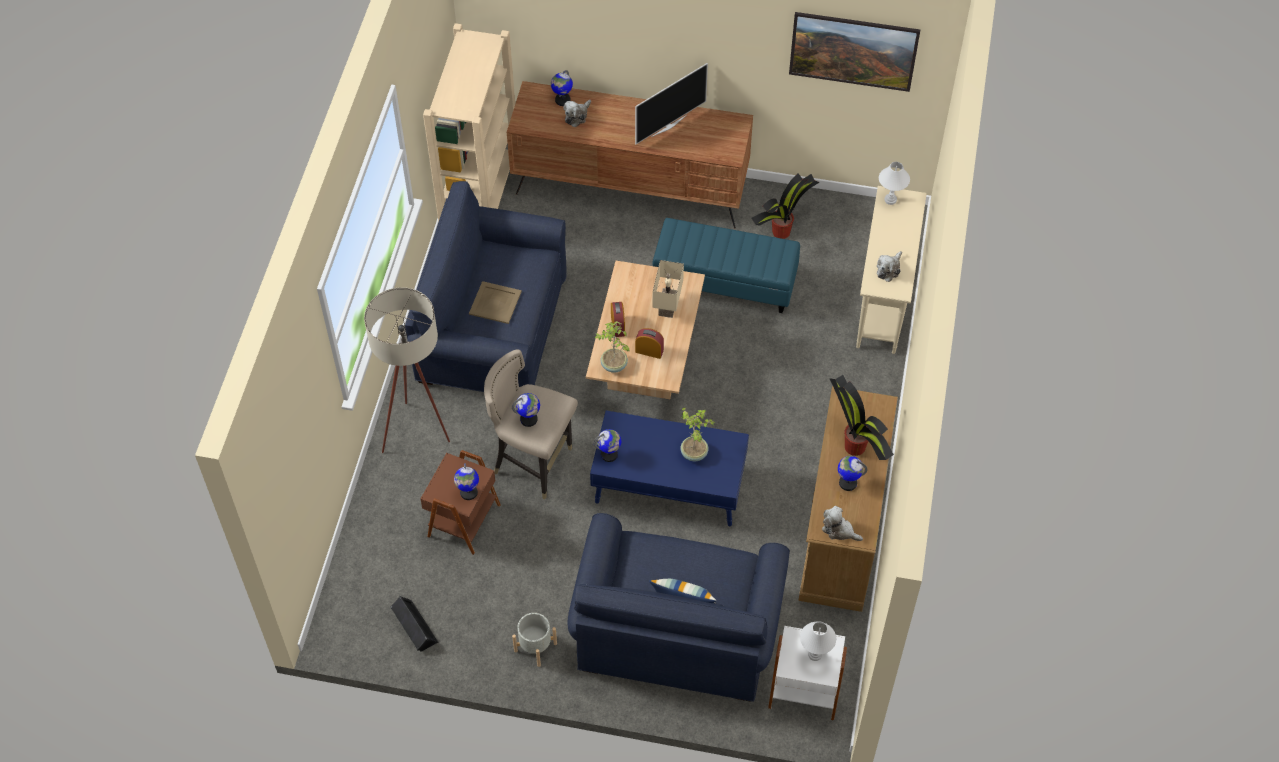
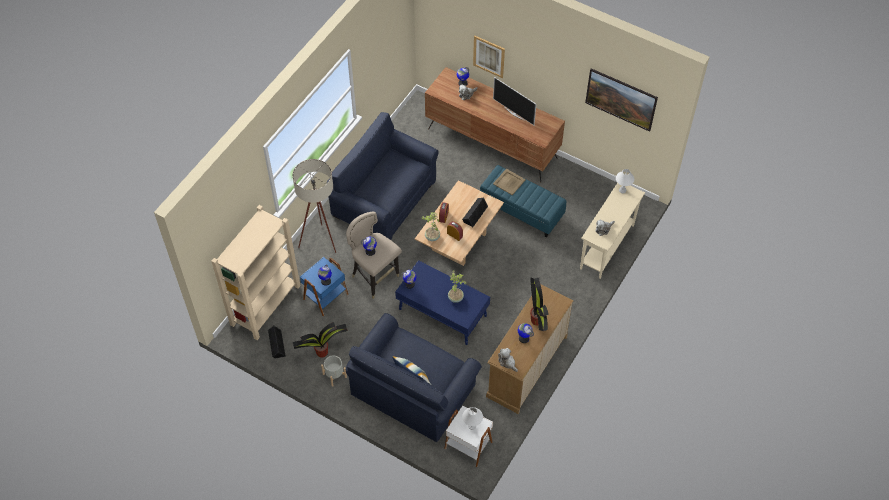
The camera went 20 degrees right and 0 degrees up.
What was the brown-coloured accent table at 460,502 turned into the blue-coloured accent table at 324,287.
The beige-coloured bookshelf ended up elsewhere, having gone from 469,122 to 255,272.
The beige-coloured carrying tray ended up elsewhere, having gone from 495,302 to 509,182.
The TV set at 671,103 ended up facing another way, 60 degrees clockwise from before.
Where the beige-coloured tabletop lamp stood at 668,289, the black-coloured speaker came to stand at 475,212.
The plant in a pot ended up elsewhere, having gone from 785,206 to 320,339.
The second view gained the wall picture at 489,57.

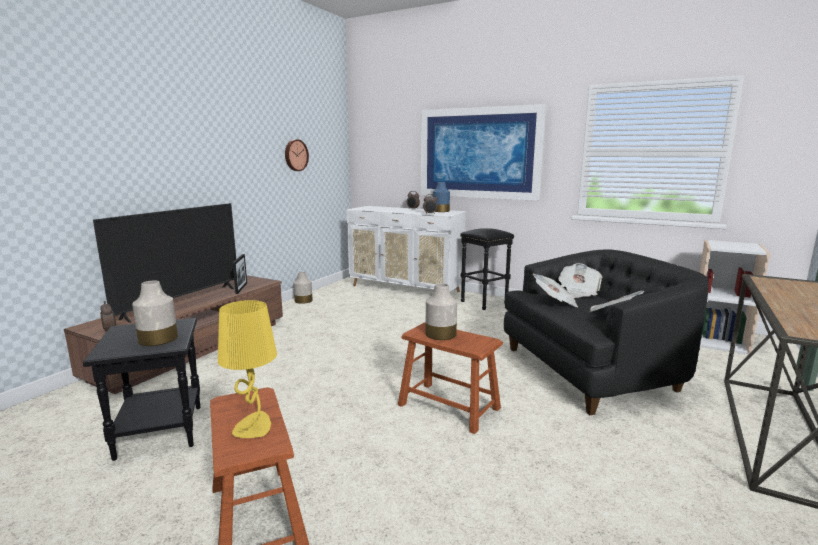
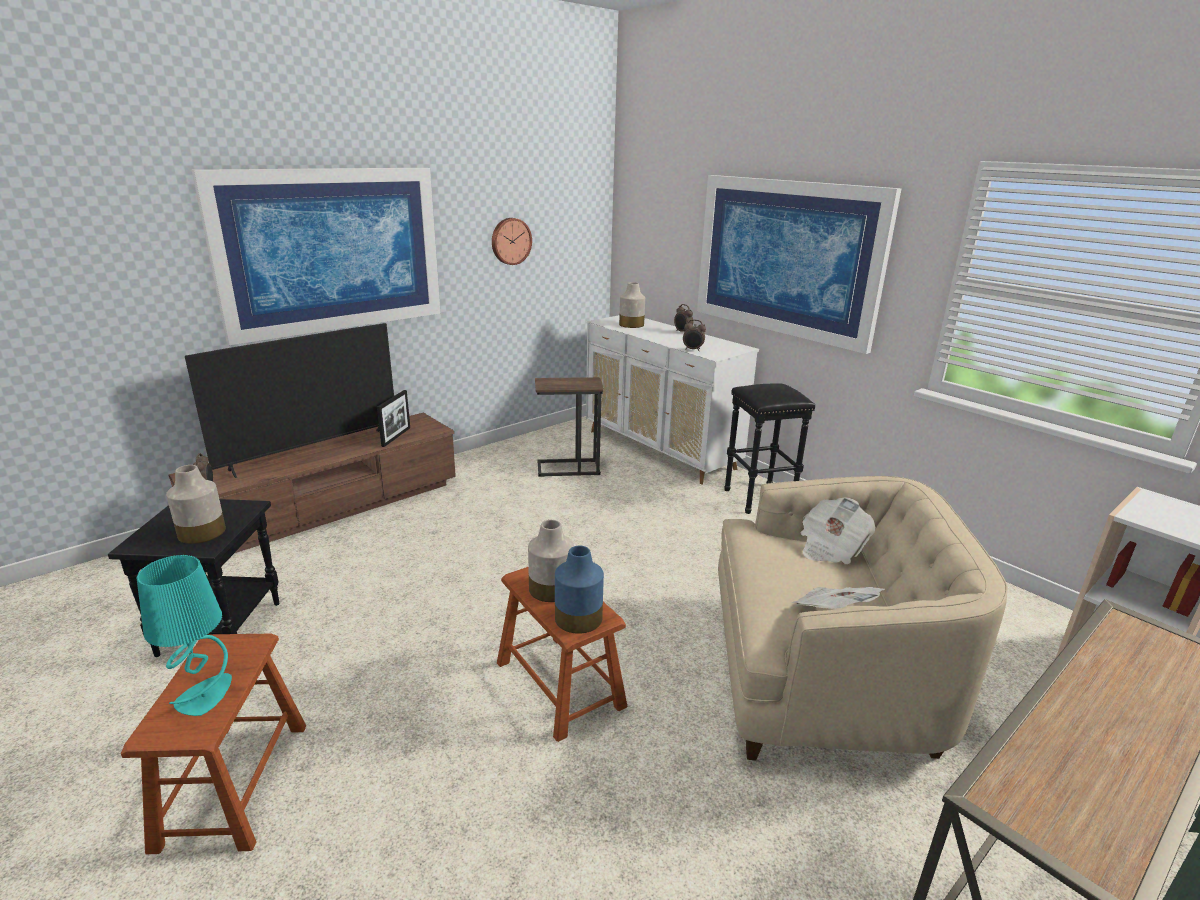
The camera went 20 degrees right and 10 degrees up.
What was the yellowish tabletop lamp at 247,369 turned into the blue-green tabletop lamp at 184,635.
The beige-coloured vase ended up elsewhere, having gone from 303,288 to 632,305.
The blue-coloured vase ended up elsewhere, having gone from 441,197 to 579,590.
What was the black-coloured armchair at 606,332 turned into the beige-coloured armchair at 863,618.
The second view lost the printed paper at 555,290.
The second view gained the wall picture at 316,256.
The second view gained the brown-coloured accent table at 569,427.

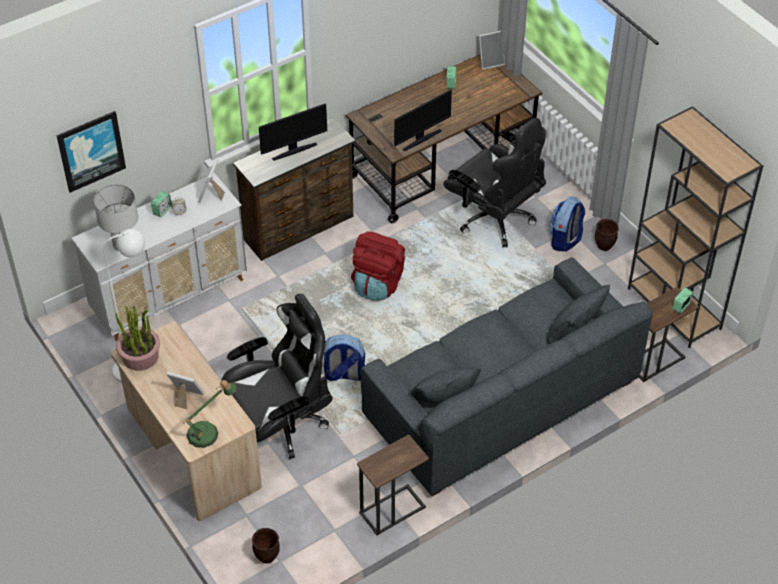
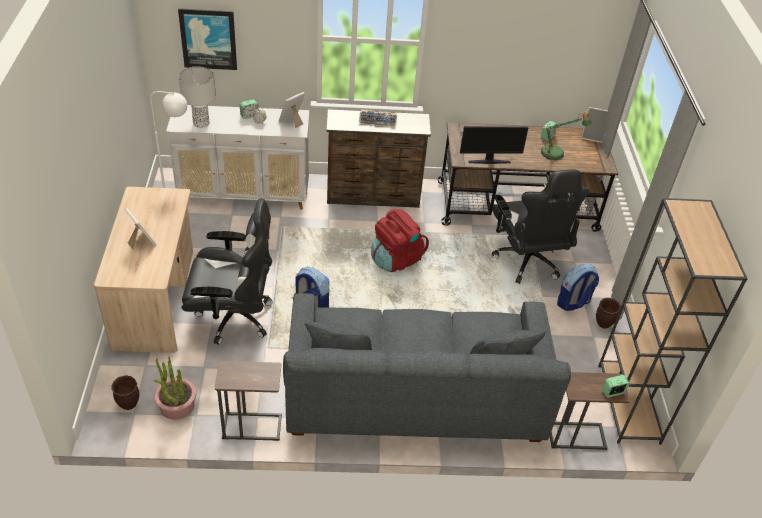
The camera went 30 degrees right and 5 degrees down.
The plant in a pot ended up elsewhere, having gone from 138,338 to 175,388.
The tabletop lamp ended up elsewhere, having gone from 210,414 to 566,135.
Where the computer screen stood at 293,132, the keyboard came to stand at 378,118.

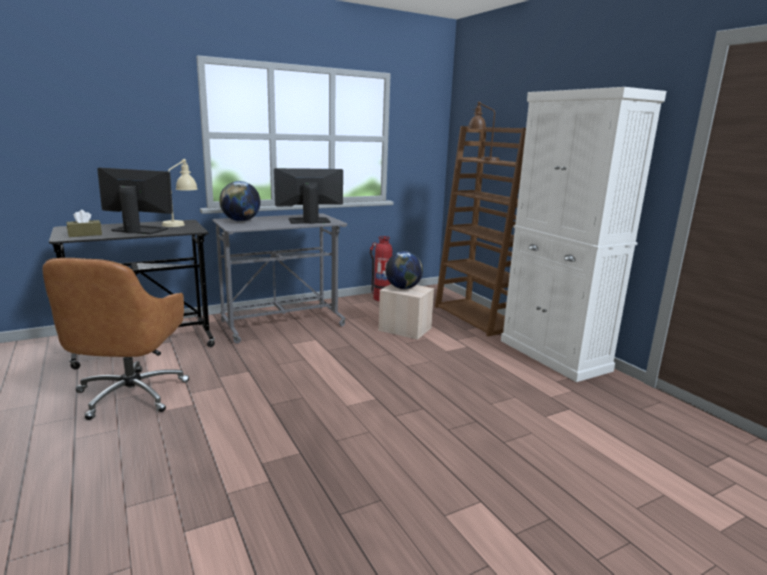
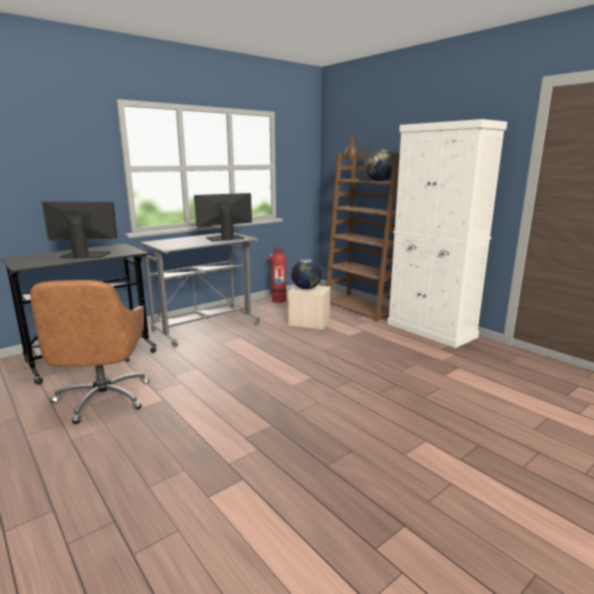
The camera went 10 degrees left and 0 degrees up.
The second view lost the brown-coloured box of tissues at 84,223.
The second view lost the beige-coloured tabletop lamp at 179,193.
The world globe ended up elsewhere, having gone from 240,201 to 379,165.

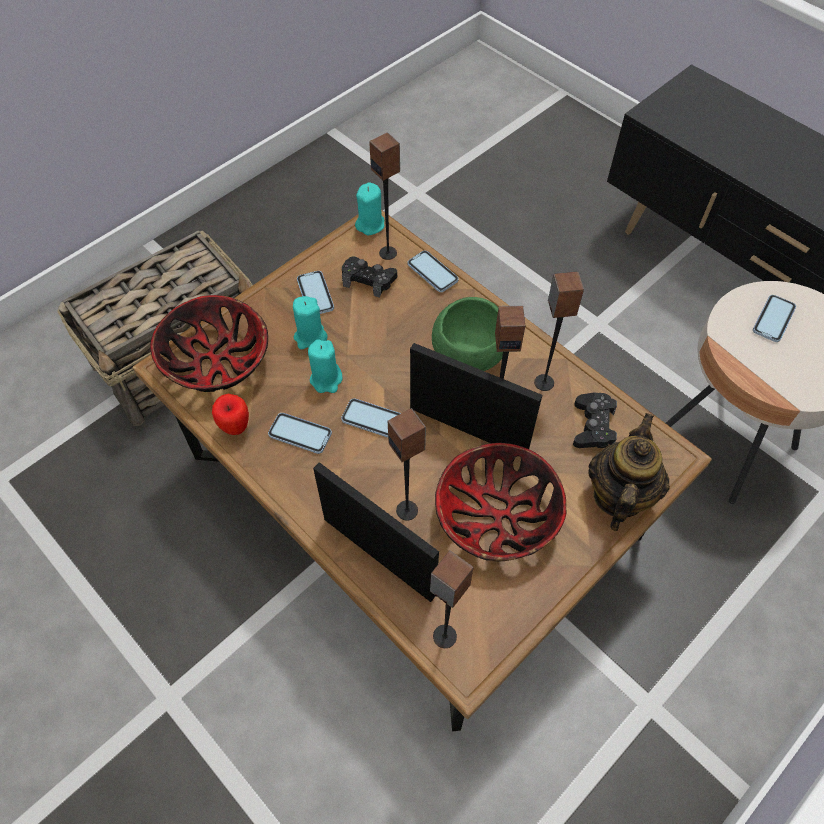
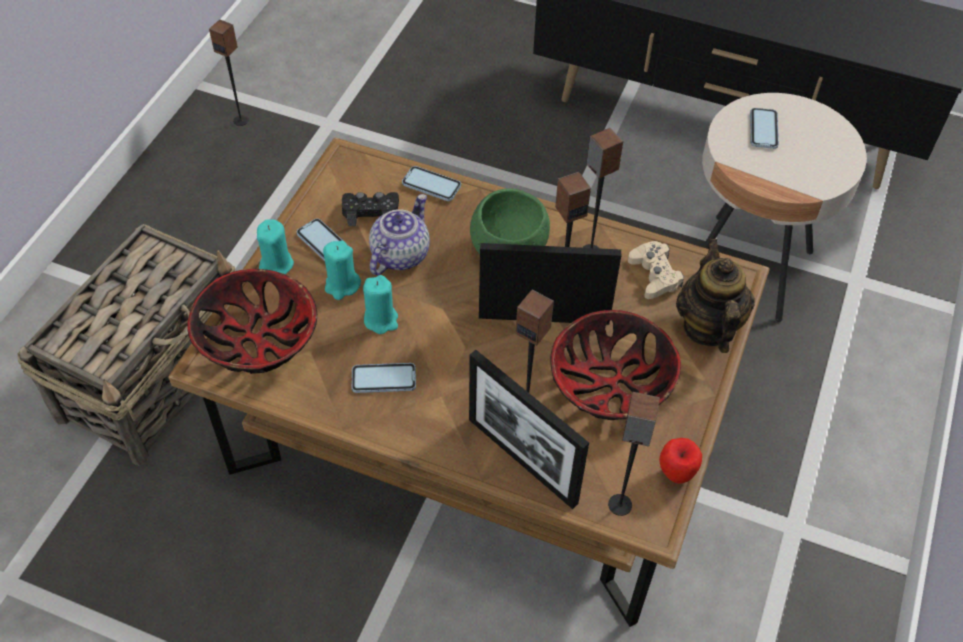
The camera went 25 degrees left and 5 degrees down.
The whole apple ended up elsewhere, having gone from 230,414 to 680,461.
The photo frame at 376,532 ended up facing another way, 150 degrees counterclockwise from before.
The second view lost the telephone at 371,418.
The blue-green wax candle ended up elsewhere, having gone from 370,208 to 275,246.
The speaker ended up elsewhere, having gone from 384,196 to 228,73.
What was the black-coloured joypad at 595,420 turned into the beige-coloured joypad at 656,270.
The second view gained the teapot at 399,234.

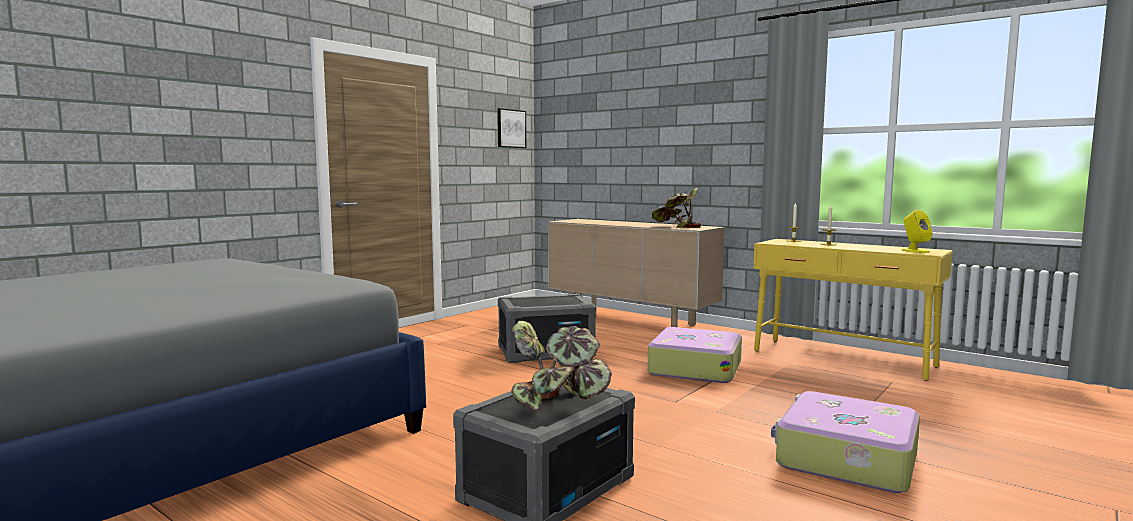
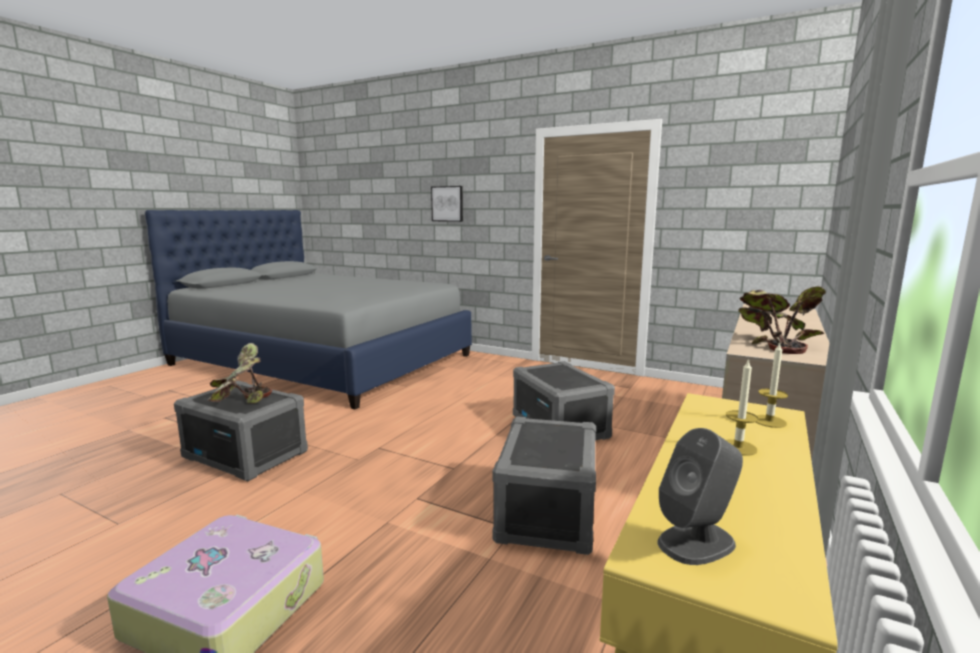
The camera went 80 degrees right and 5 degrees up.
The wall picture ended up elsewhere, having gone from 511,128 to 447,204.
Where the piece of luggage stood at 695,355, the gray storage bin came to stand at 544,485.
What was the yellowish speaker at 917,231 turned into the gray speaker at 700,496.

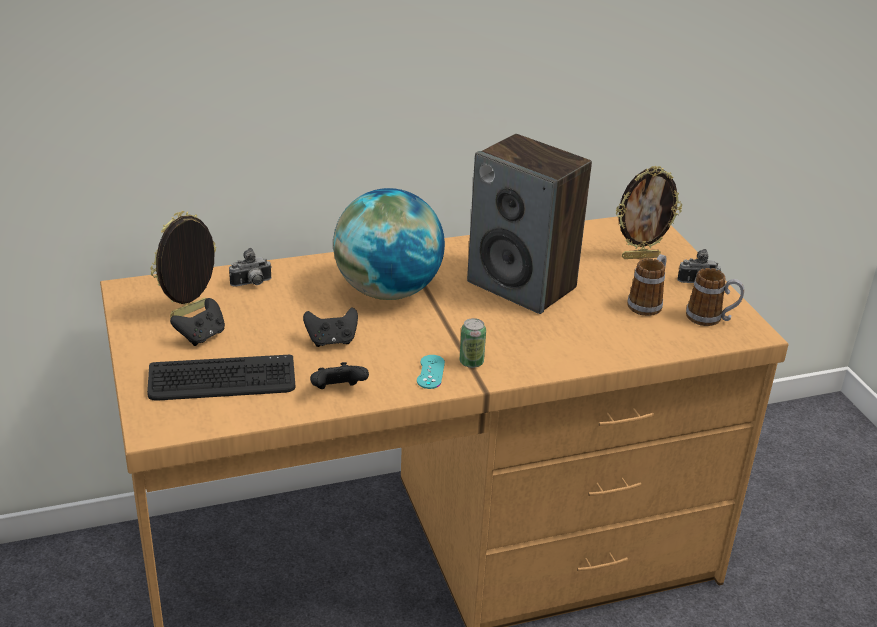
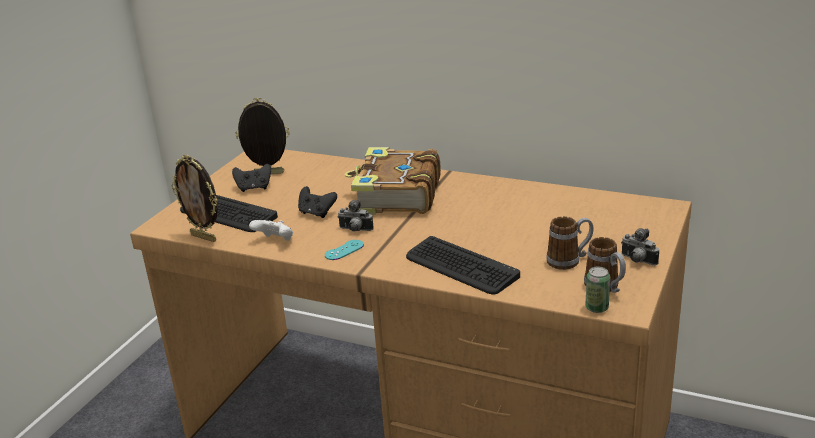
The camera went 45 degrees right and 5 degrees down.
The photo camera ended up elsewhere, having gone from 250,267 to 356,216.
What was the black-coloured joypad at 339,375 turned into the white joypad at 271,230.
Where the world globe stood at 389,244, the volume came to stand at 393,181.
The sealed can ended up elsewhere, having gone from 473,343 to 597,290.
The second view lost the speaker at 529,224.
The photo frame ended up elsewhere, having gone from 649,212 to 194,198.
The second view gained the keyboard at 463,265.

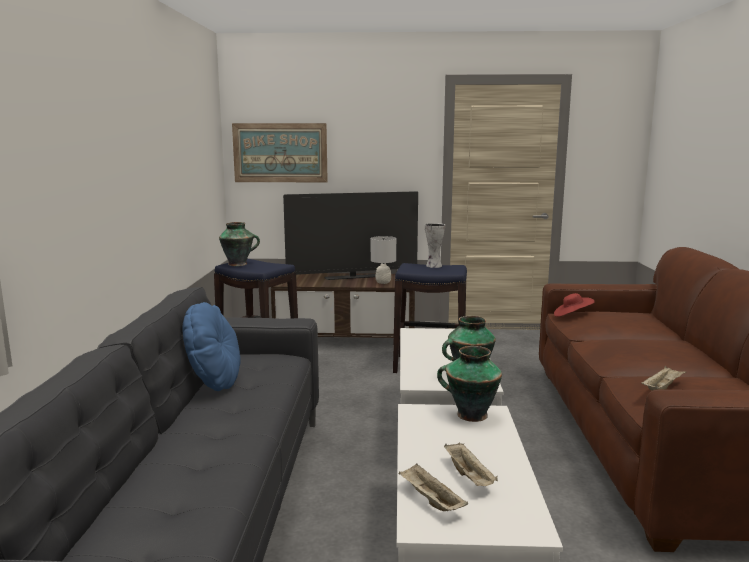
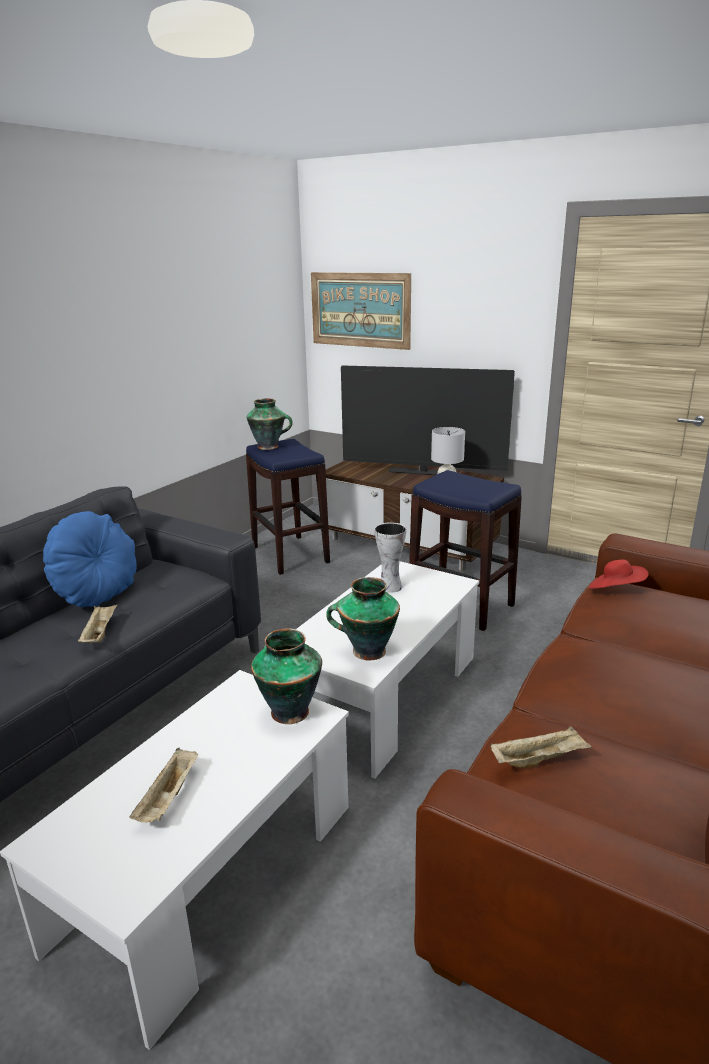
The camera went 30 degrees right and 10 degrees up.
The beige-coloured carrying tray ended up elsewhere, having gone from 433,487 to 97,624.
The vase ended up elsewhere, having gone from 435,245 to 390,557.

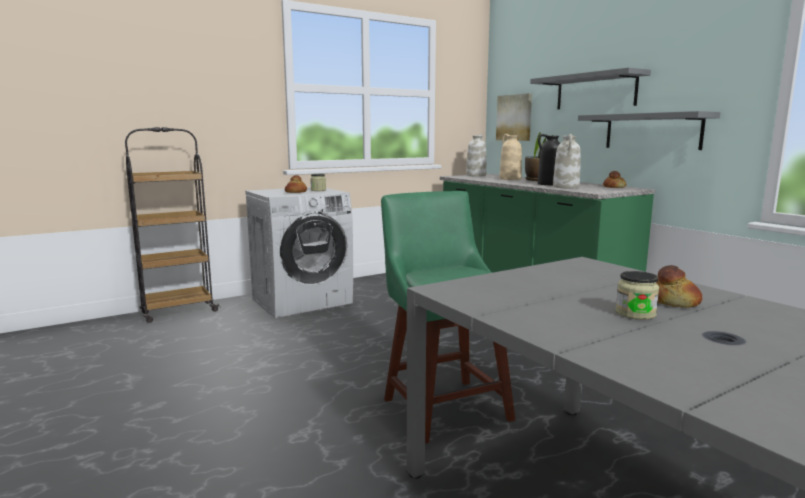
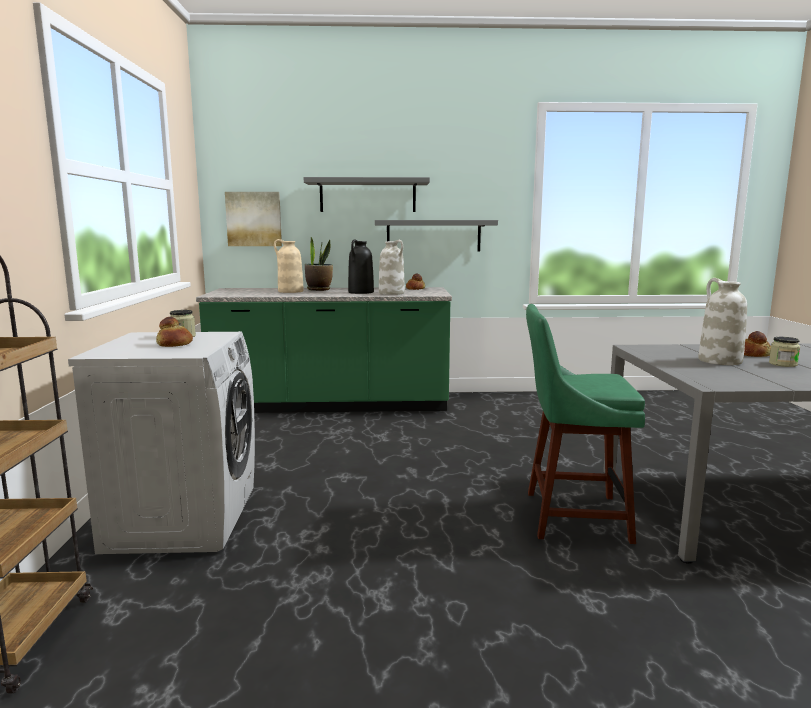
The camera went 60 degrees left and 0 degrees up.
The white vase ended up elsewhere, having gone from 476,155 to 722,321.

